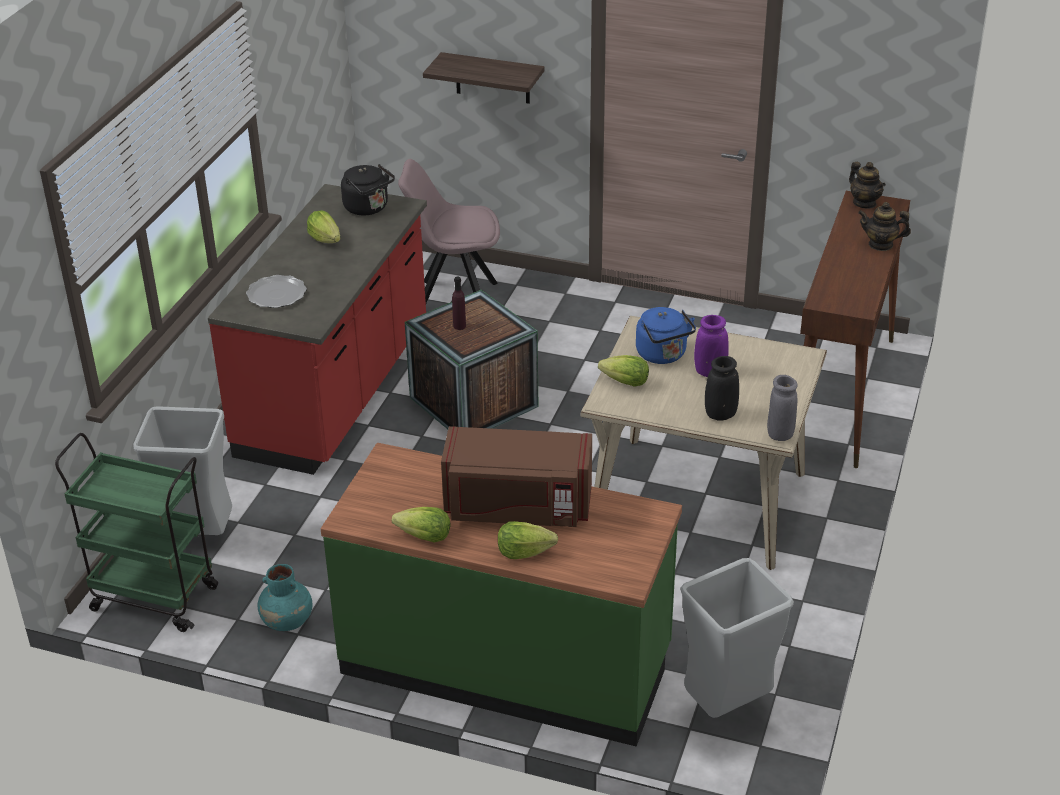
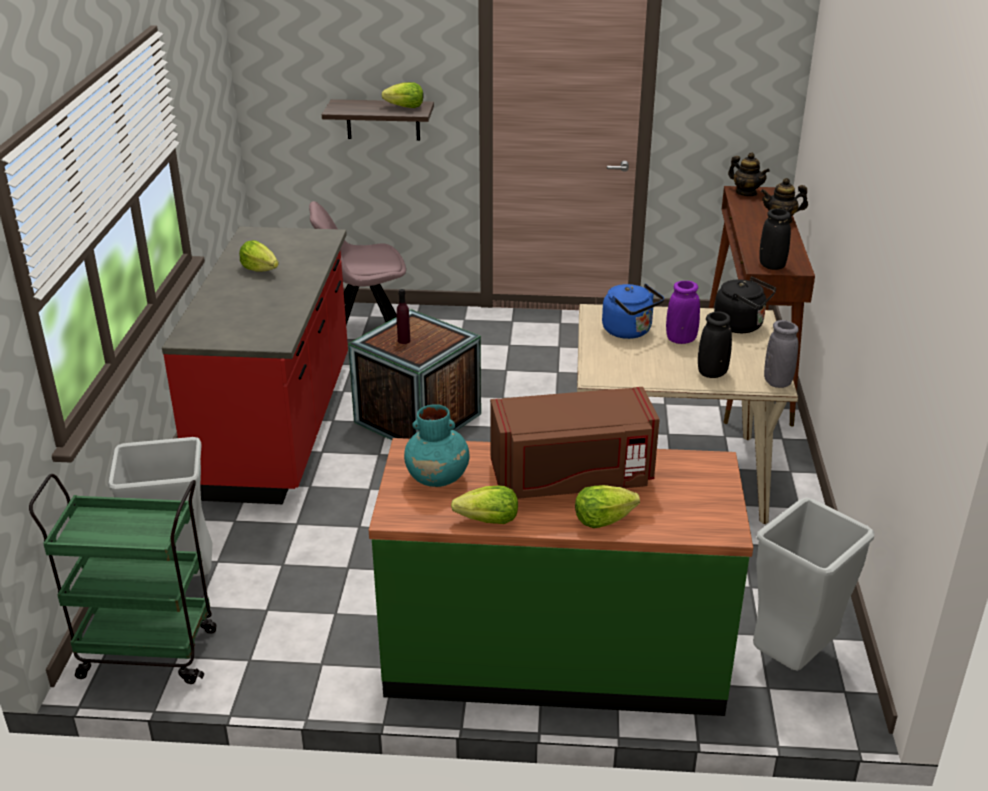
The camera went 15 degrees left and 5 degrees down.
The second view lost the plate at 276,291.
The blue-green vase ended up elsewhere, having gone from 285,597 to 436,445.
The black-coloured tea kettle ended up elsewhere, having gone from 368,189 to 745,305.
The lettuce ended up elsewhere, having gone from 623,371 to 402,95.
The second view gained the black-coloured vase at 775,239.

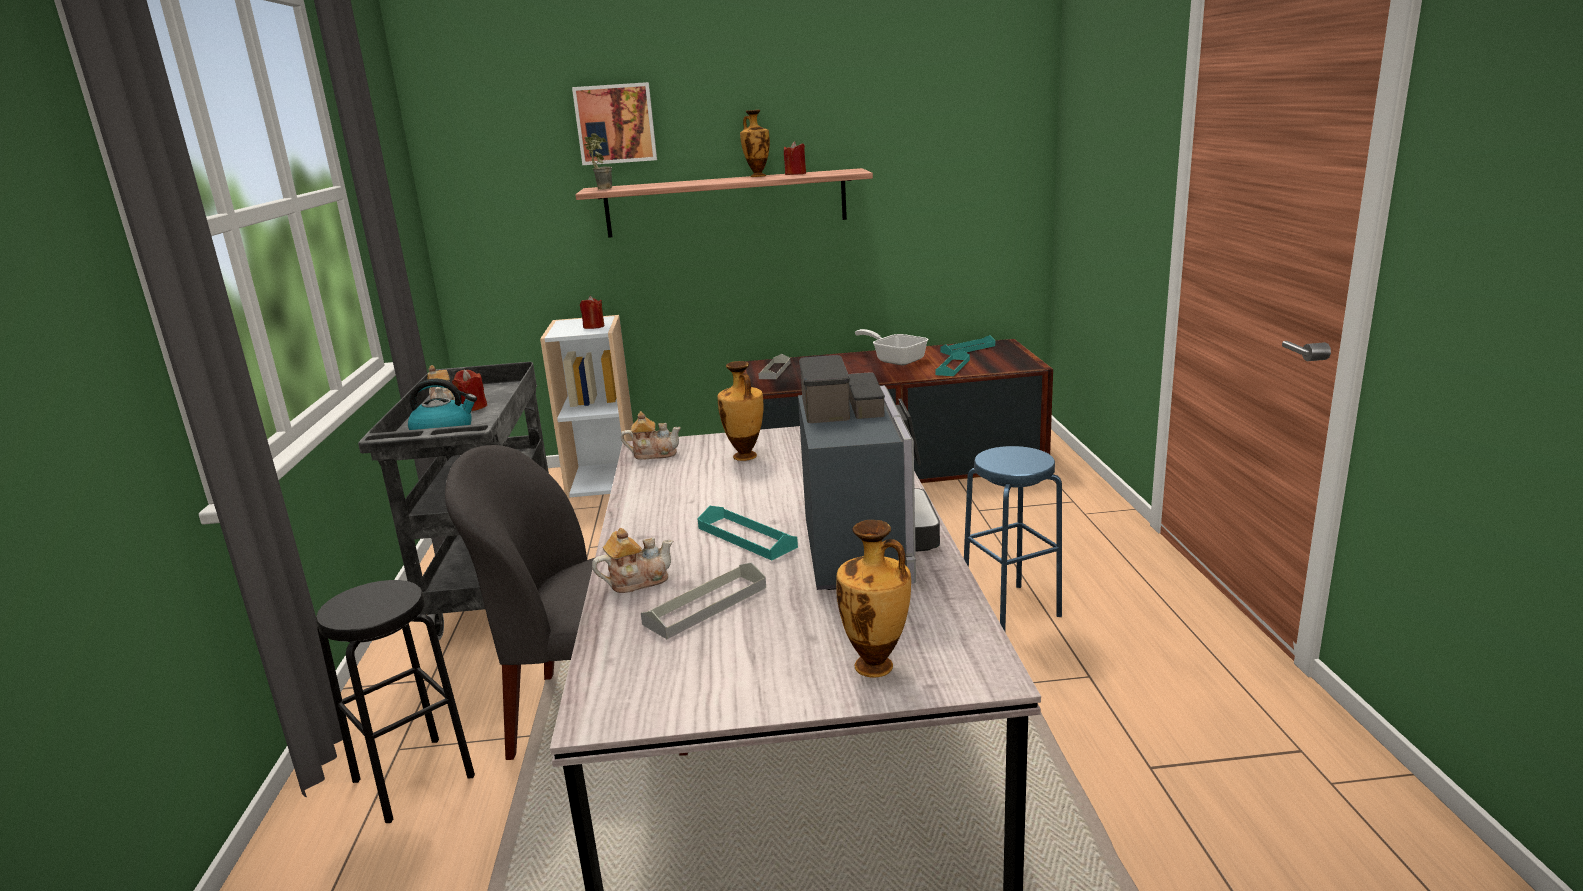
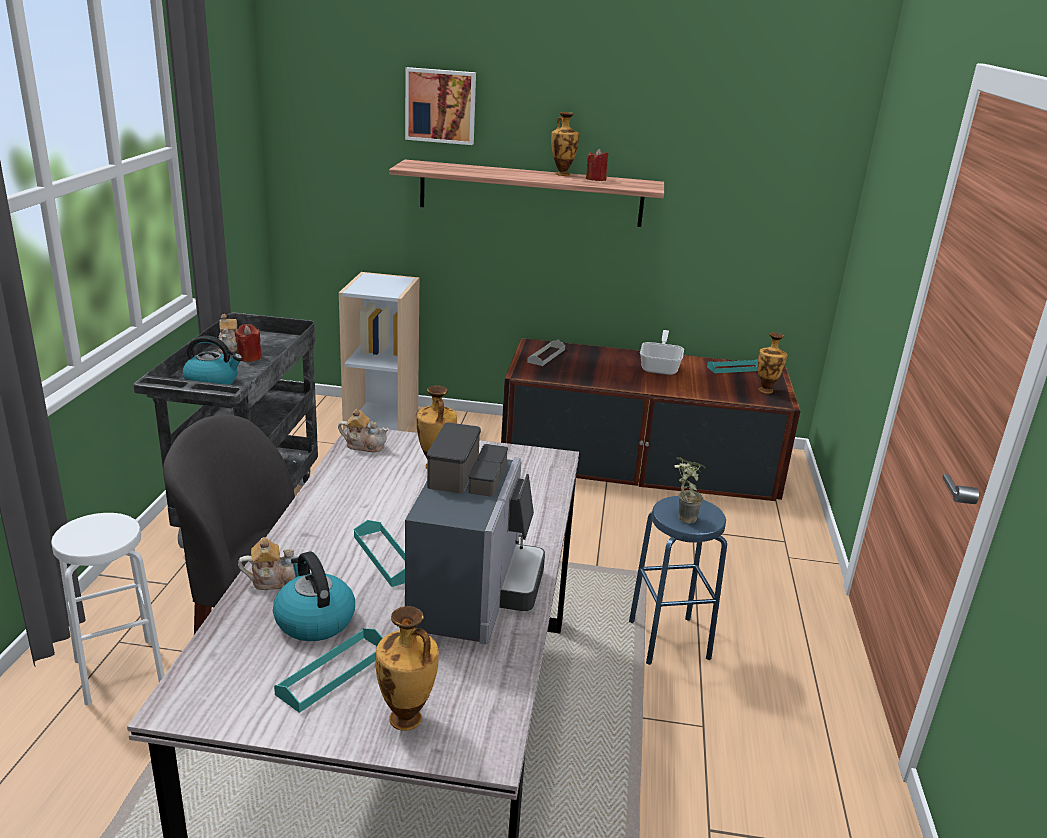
The camera went 10 degrees right and 5 degrees up.
What was the black-coloured stool at 395,701 turned into the white stool at 107,609.
The second view lost the reddish wax candle at 592,312.
The plant in a pot ended up elsewhere, having gone from 598,161 to 689,490.
Where the gray carrying tray stood at 703,601, the tea kettle came to stand at 314,596.
The frying pan at 891,347 ended up facing another way, 45 degrees clockwise from before.
The blue-green carrying tray ended up elsewhere, having gone from 952,363 to 328,670.
The second view gained the vase at 772,363.

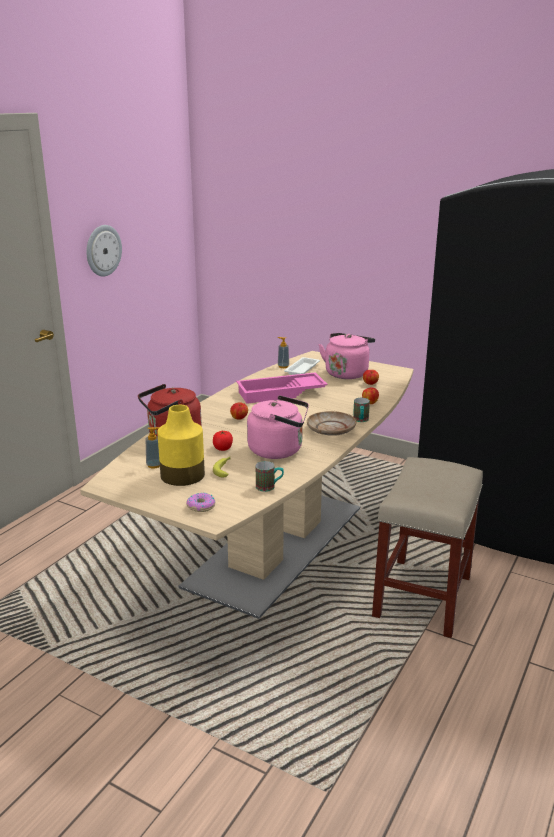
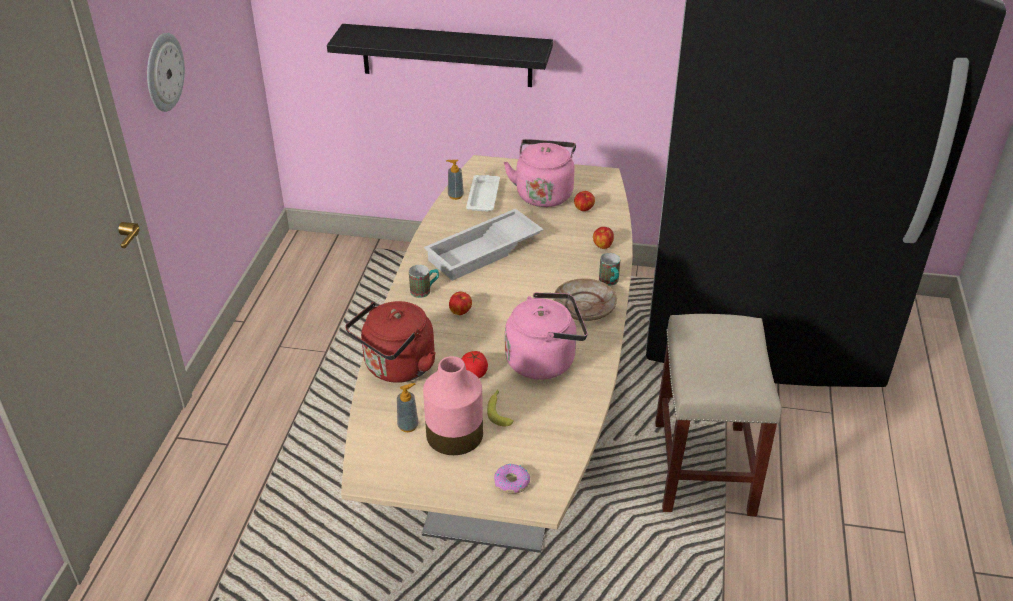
The camera went 20 degrees left and 15 degrees up.
What was the yellowish vase at 181,445 turned into the pink vase at 453,405.
What was the pink carrying tray at 282,388 turned into the white carrying tray at 484,245.
The mug ended up elsewhere, having gone from 270,476 to 424,281.
The second view gained the black-coloured bracket shelf at 440,55.

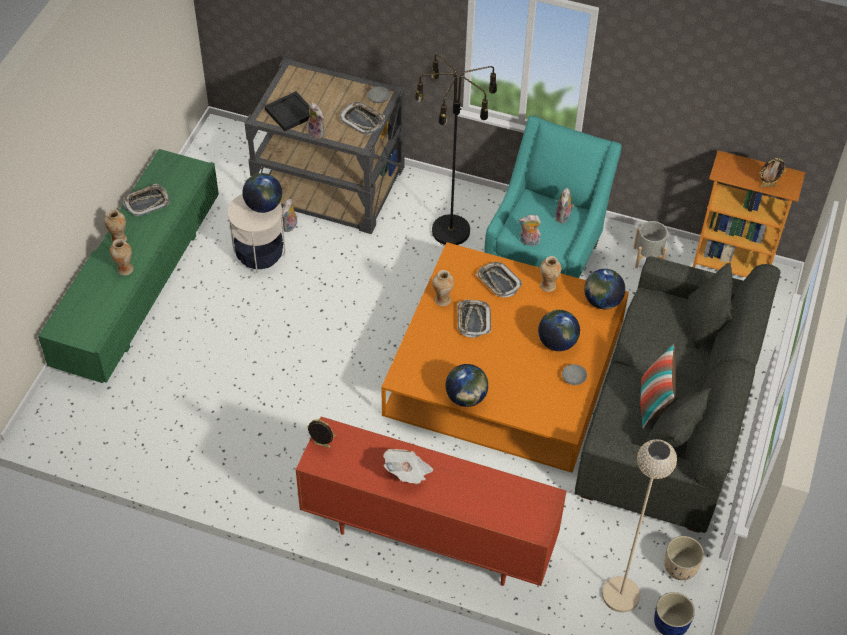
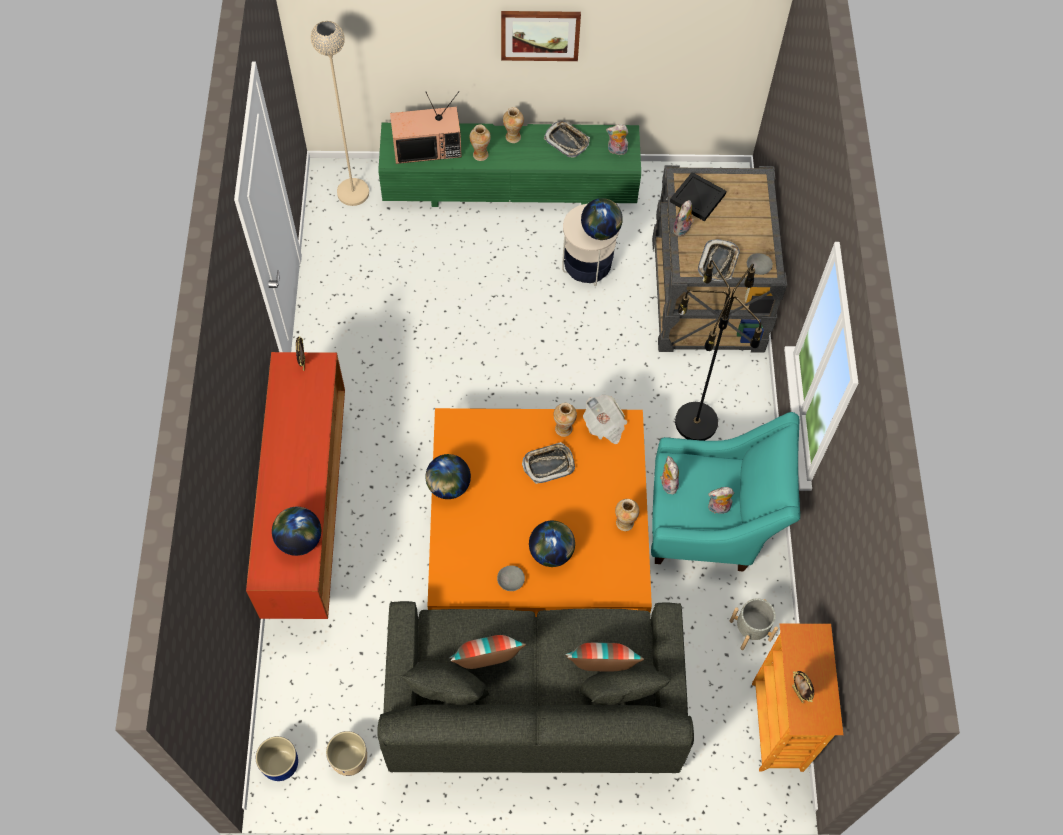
The camera went 70 degrees right and 10 degrees up.
The cuddly toy ended up elsewhere, having gone from 289,215 to 617,139.
The printed paper ended up elsewhere, having gone from 408,466 to 605,419.
The second view lost the carrying tray at 499,279.
The world globe ended up elsewhere, having gone from 604,289 to 296,531.
The beige-coloured floor lamp ended up elsewhere, having gone from 639,525 to 340,113.
The second view gained the TV set at 426,127.
The second view gained the wall picture at 541,36.
The second view gained the throw pillow at 605,657.

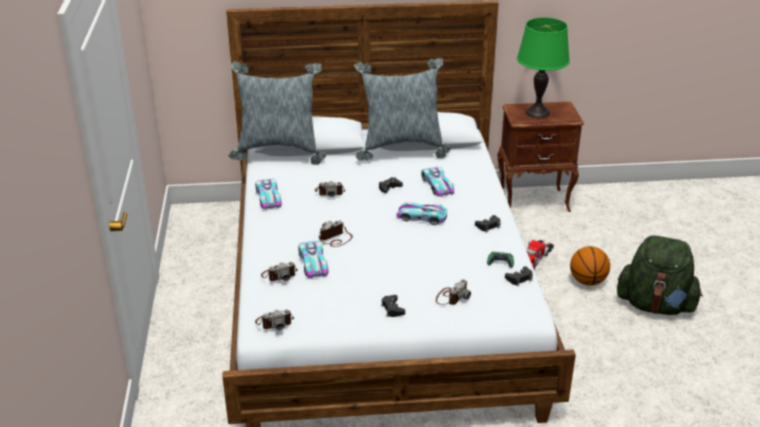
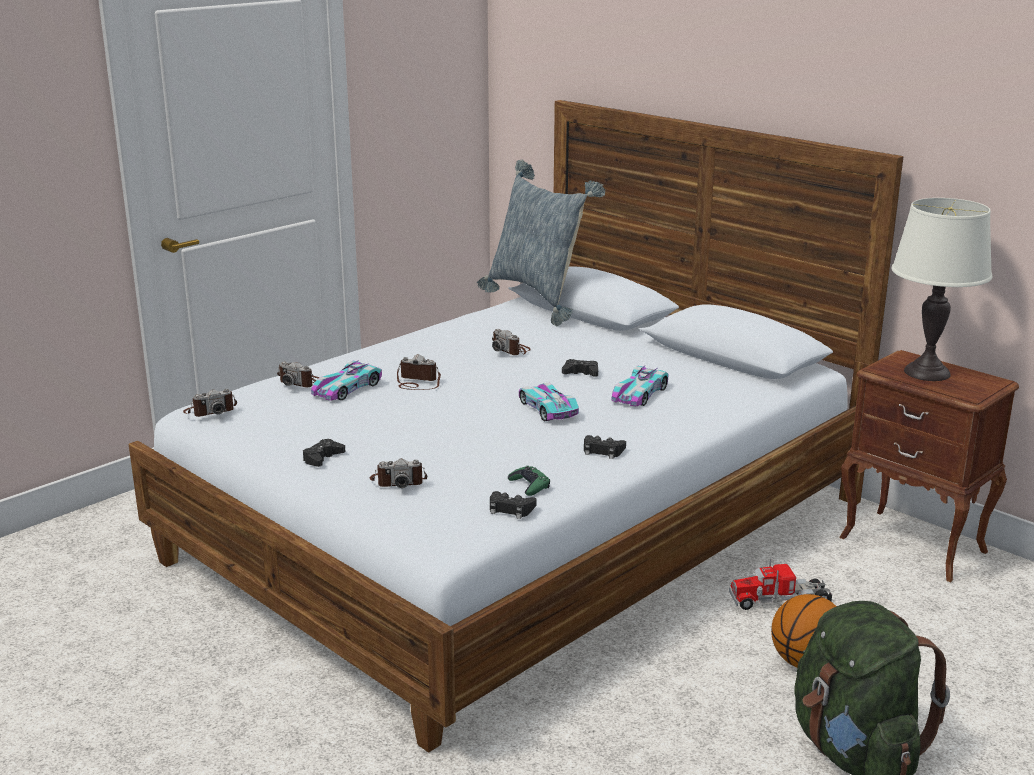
The camera went 50 degrees right and 10 degrees down.
The second view lost the model car at 268,194.
The photo camera at 274,319 ended up facing another way, 60 degrees counterclockwise from before.
The second view lost the throw pillow at 402,109.
What was the green-coloured tabletop lamp at 543,68 turned into the white tabletop lamp at 942,289.

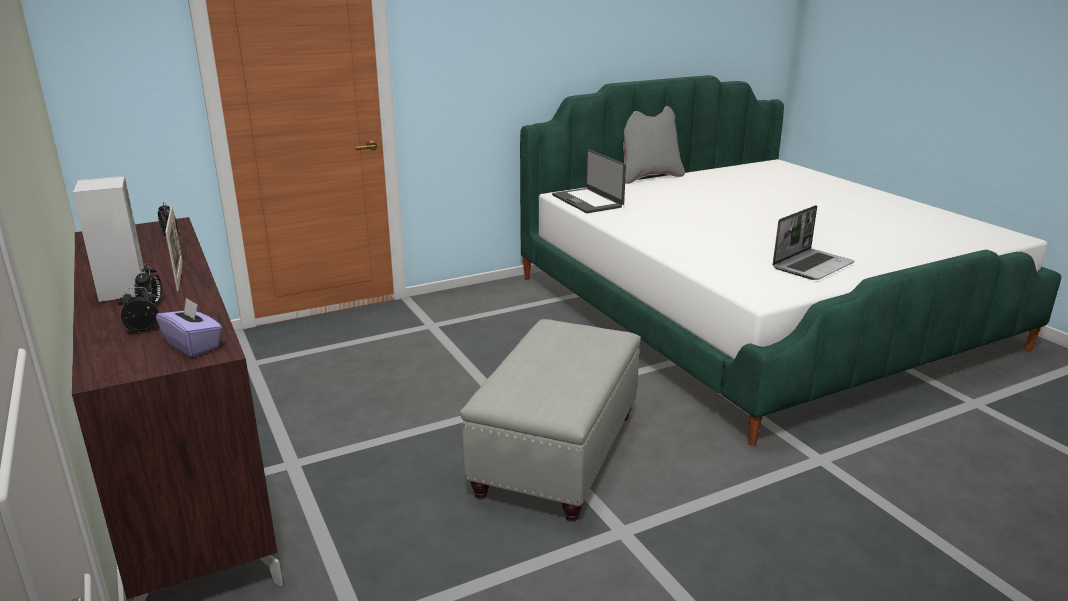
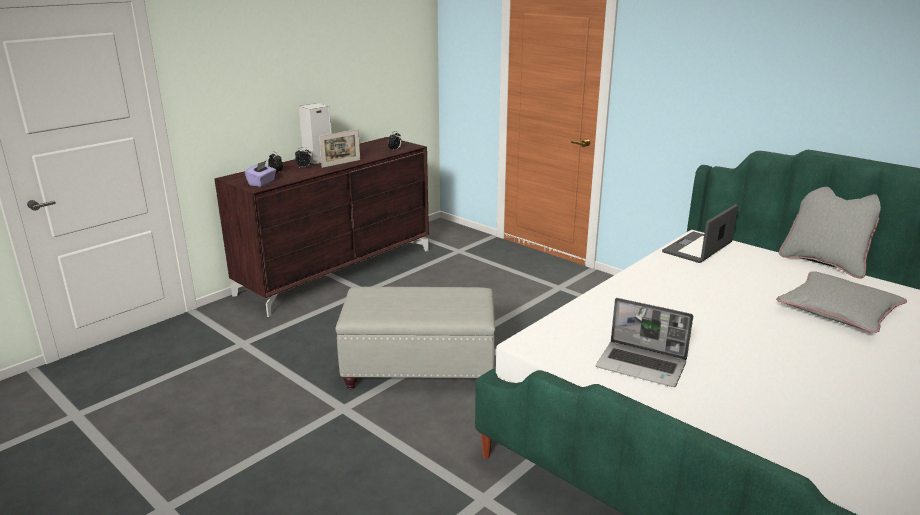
The camera went 70 degrees right and 0 degrees up.
The second view gained the gray throw pillow at 841,302.

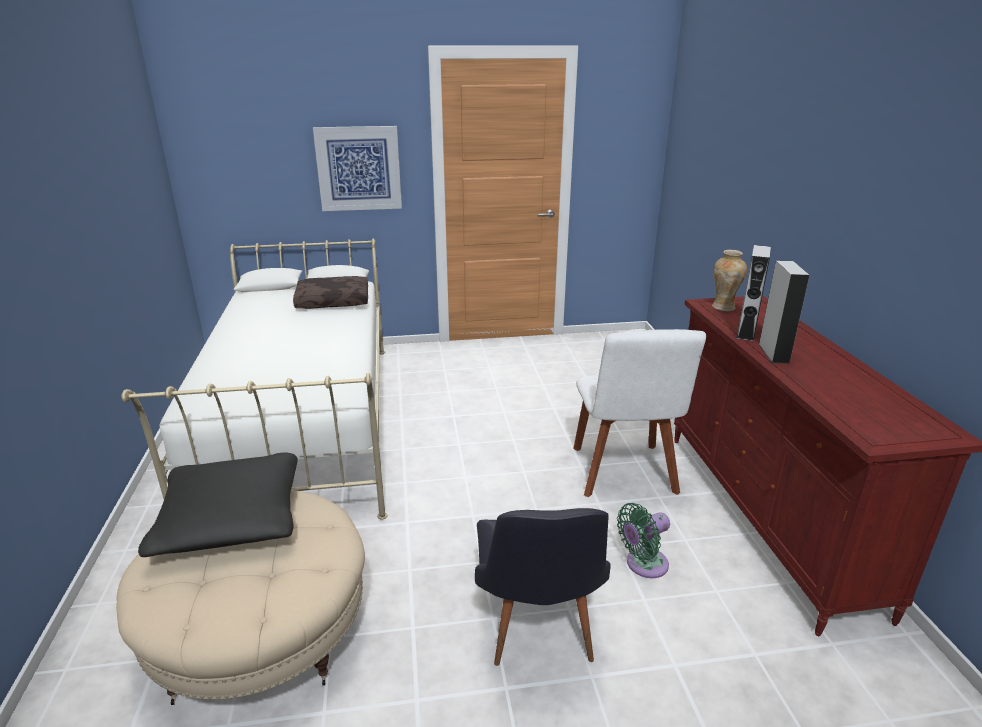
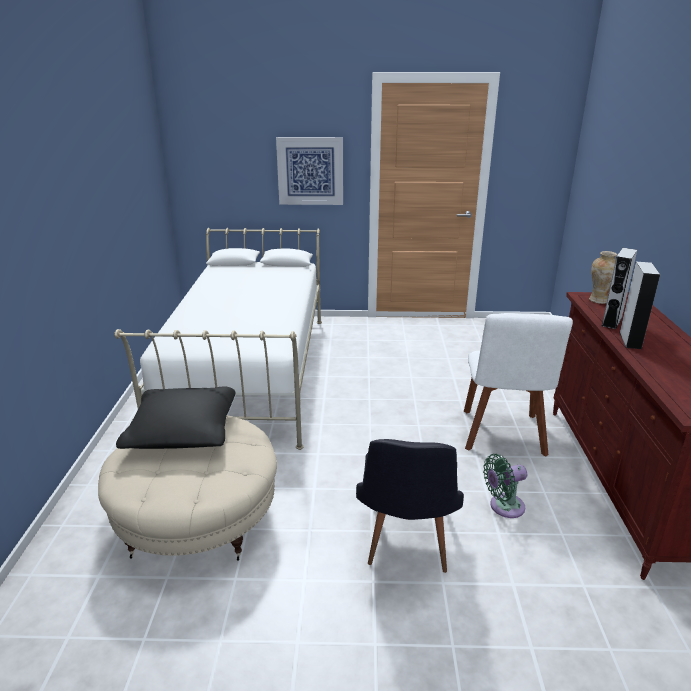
The camera went 10 degrees right and 0 degrees up.
The second view lost the brown-coloured throw pillow at 330,292.

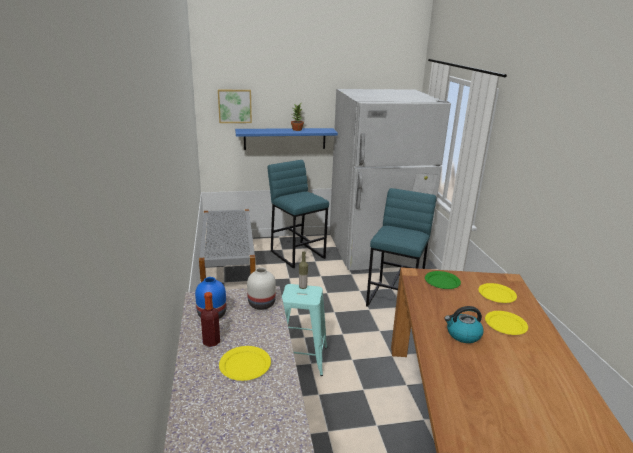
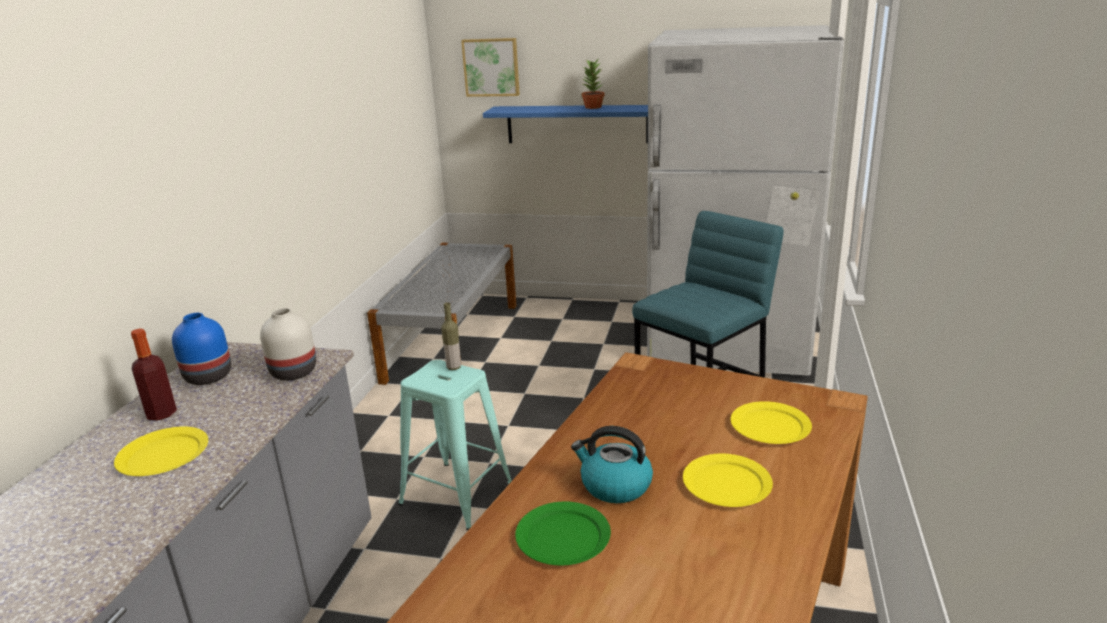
The camera went 25 degrees right and 0 degrees up.
The second view lost the blue-green stool at 298,214.
The green-coloured plate ended up elsewhere, having gone from 443,280 to 563,533.

